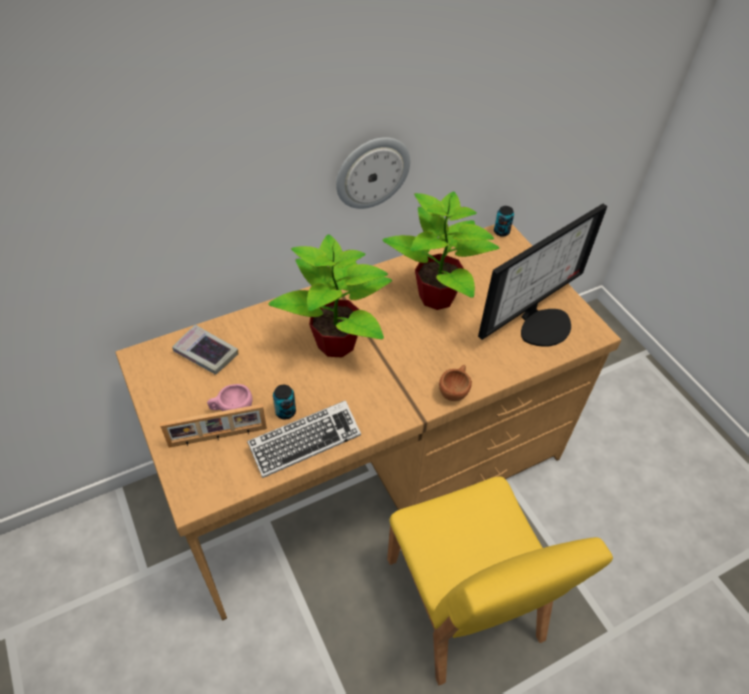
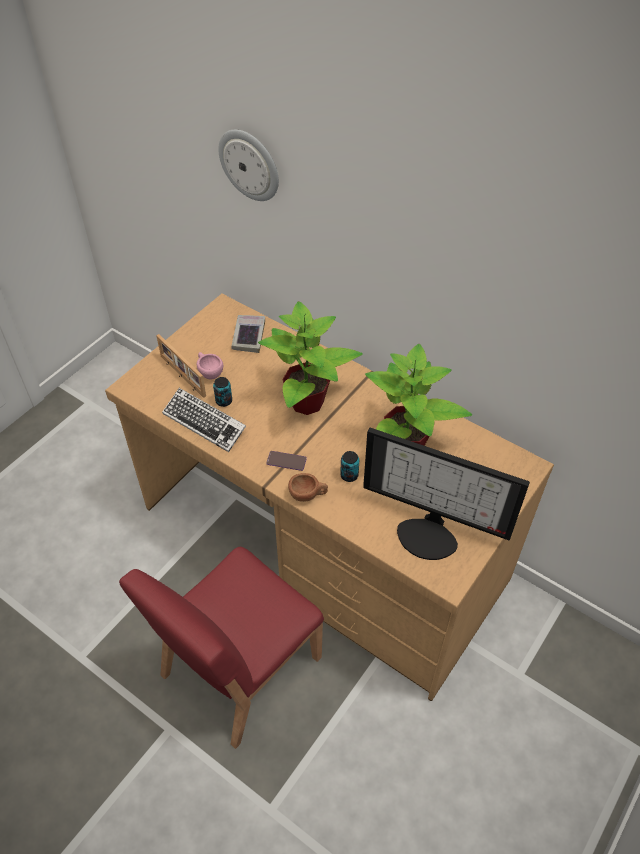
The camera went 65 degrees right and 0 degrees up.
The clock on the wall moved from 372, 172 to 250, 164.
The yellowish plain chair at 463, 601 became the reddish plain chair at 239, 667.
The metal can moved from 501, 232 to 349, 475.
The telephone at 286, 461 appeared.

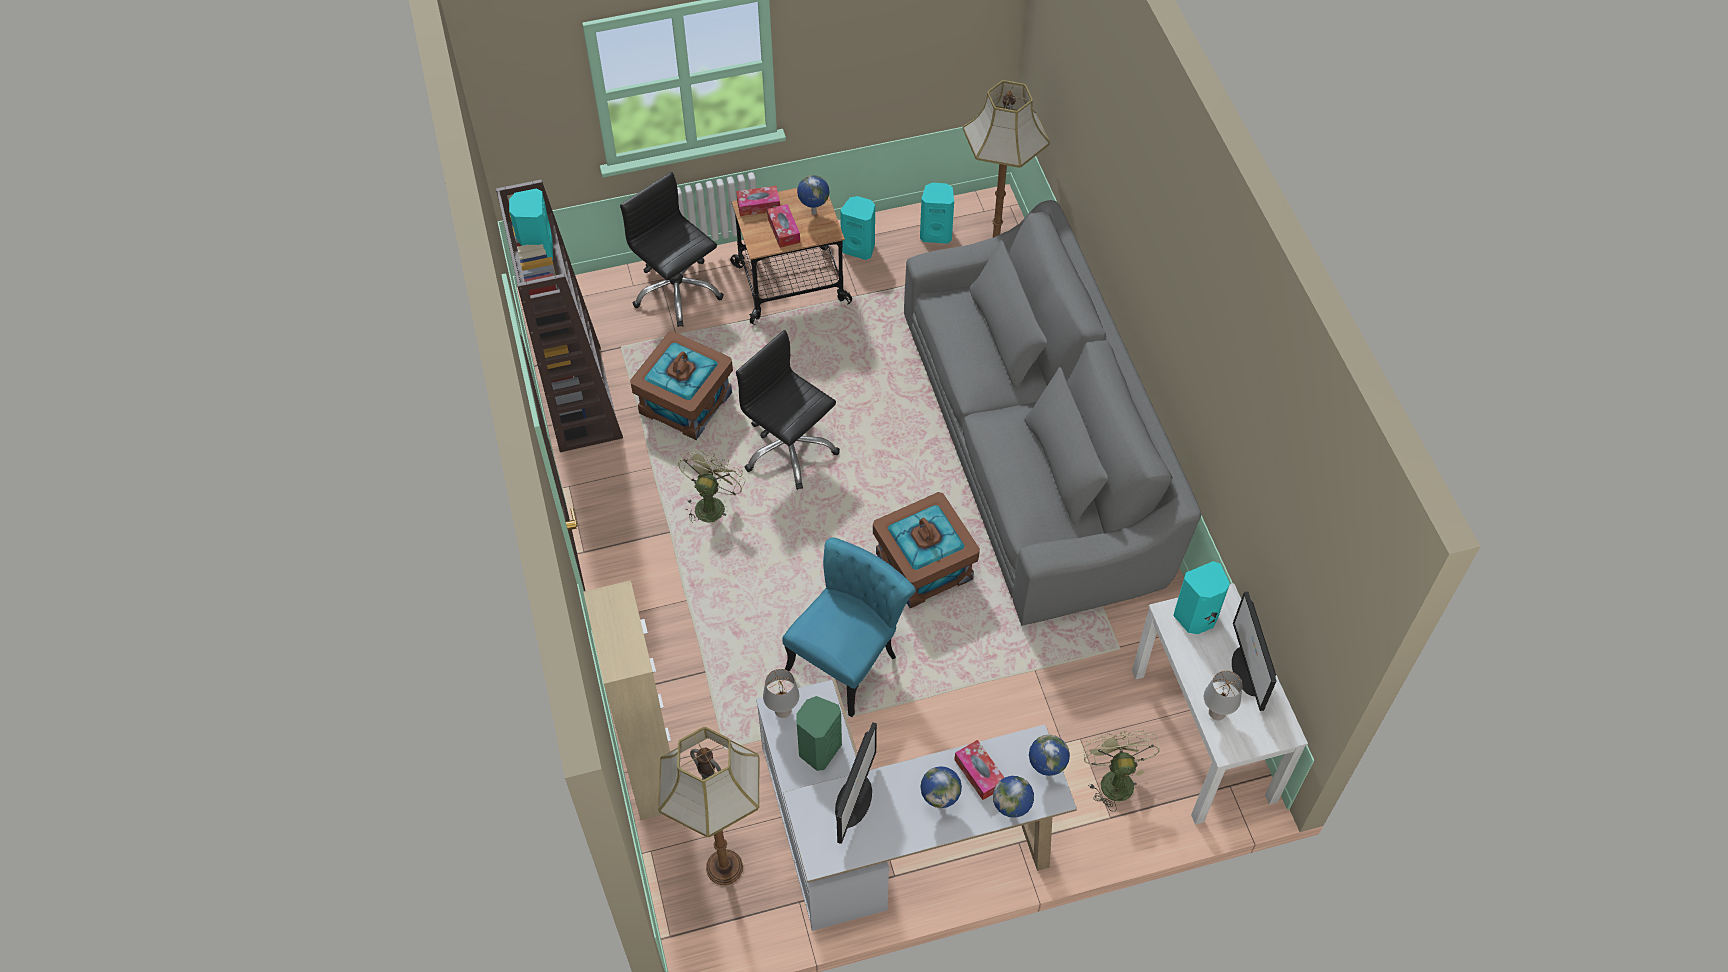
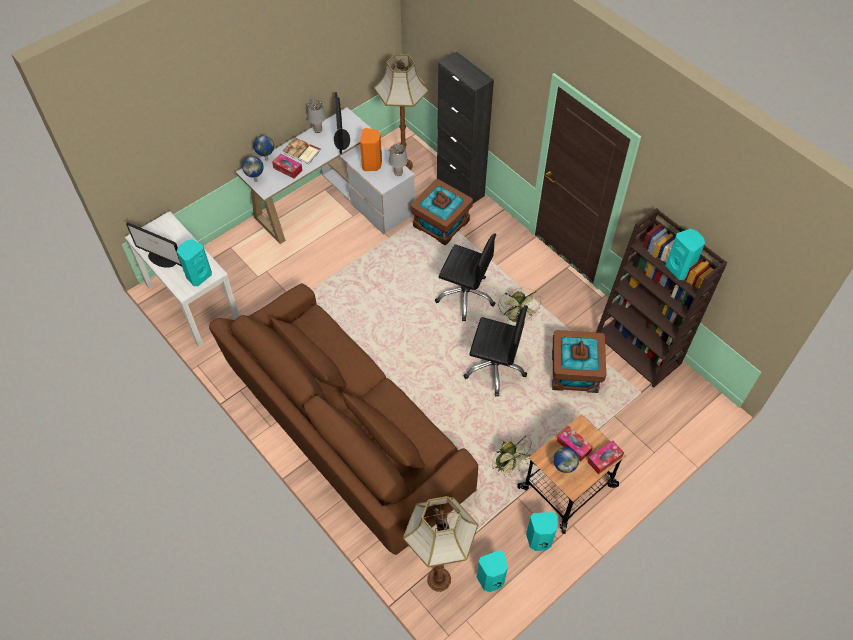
The camera went 155 degrees right and 0 degrees up.
The sand-coloured cabinet at 652, 772 became the black-coloured cabinet at 460, 187.
The black-coloured desk chair moved from 677, 291 to 465, 296.
The turquoise-coloured plain chair at 848, 656 disappeared.
The green loudspeaker at 818, 749 became the orangey loudspeaker at 372, 164.
The brownish storage container moved from 924, 567 to 441, 224.
The gray couch at 1034, 448 became the brownish couch at 345, 431.
The globe at 939, 802 was replaced by the volume at 301, 152.
The green cooling fan moved from 1114, 778 to 509, 466.
The gray lamp for a table moved from 1217, 713 to 318, 130.
The computer display at 1248, 672 turned 150 degrees clockwise.

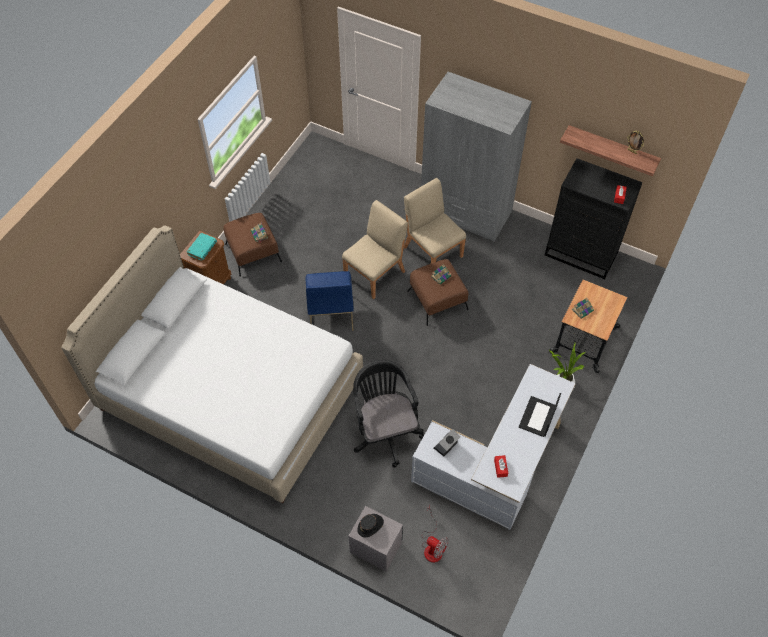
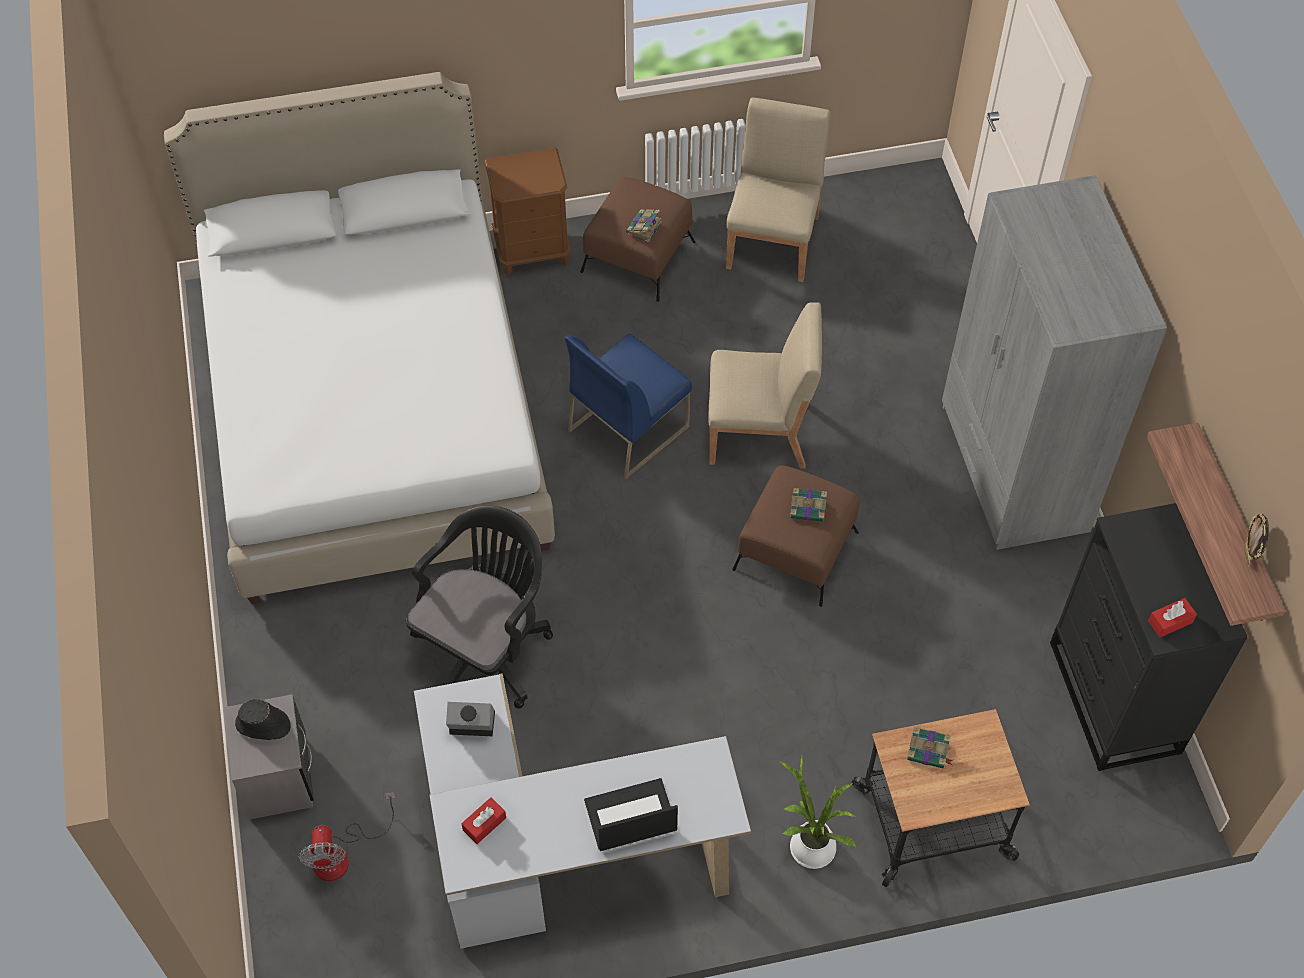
The camera went 50 degrees right and 0 degrees up.
The turquoise-coloured volume at 202, 249 disappeared.
The sand-coloured plain chair moved from 432, 251 to 773, 241.

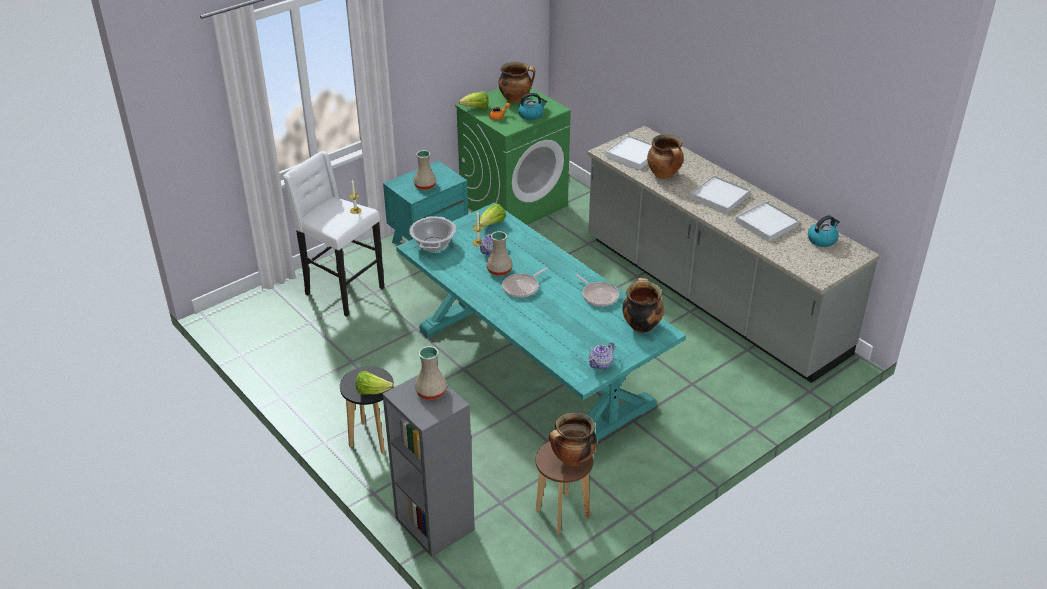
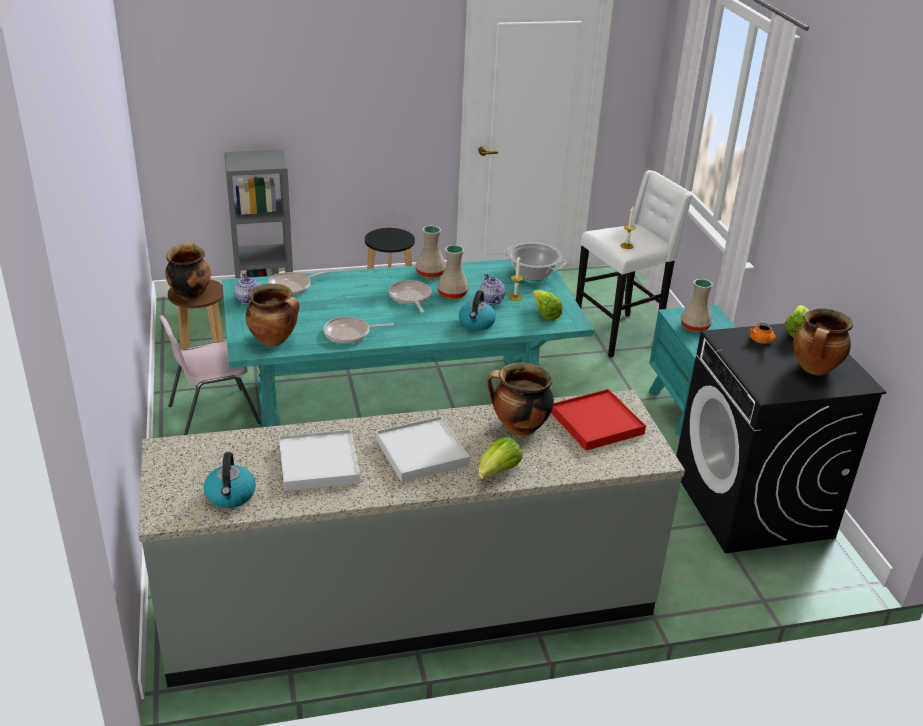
The camera went 115 degrees right and 5 degrees down.
The head of lettuce moved from 372, 391 to 498, 472.
The sand-coloured vase moved from 430, 392 to 430, 273.
The green laundry appliance at 514, 203 became the black-coloured laundry appliance at 752, 504.
The tea kettle moved from 531, 115 to 476, 323.
The whitish serving tray at 633, 154 became the reddish serving tray at 596, 423.
The pink-coloured plain chair at 212, 414 appeared.
The pan at 292, 287 appeared.

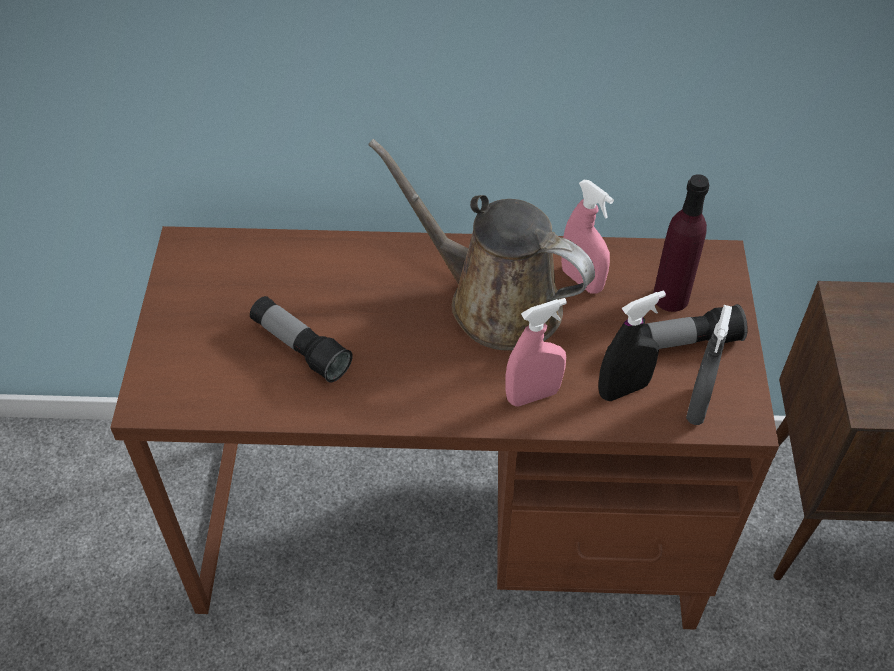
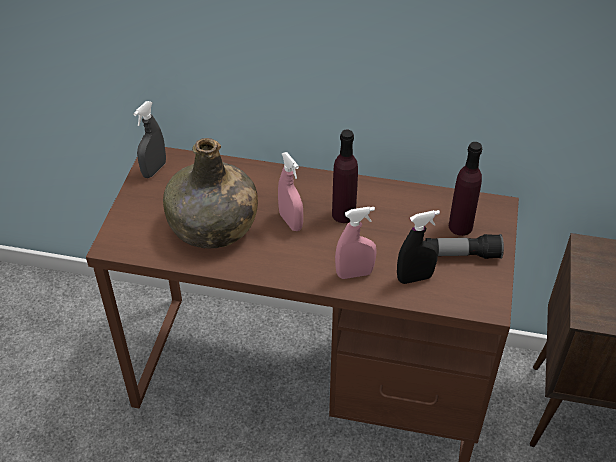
The camera went 10 degrees right and 5 degrees down.
The torch at 300, 348 was replaced by the green beverage bottle at 213, 226.
The brownish watering pot at 495, 301 was replaced by the purplish beverage bottle at 343, 214.
The pink-coloured sprayer moved from 582, 280 to 290, 222.
The gray sprayer moved from 698, 405 to 154, 170.

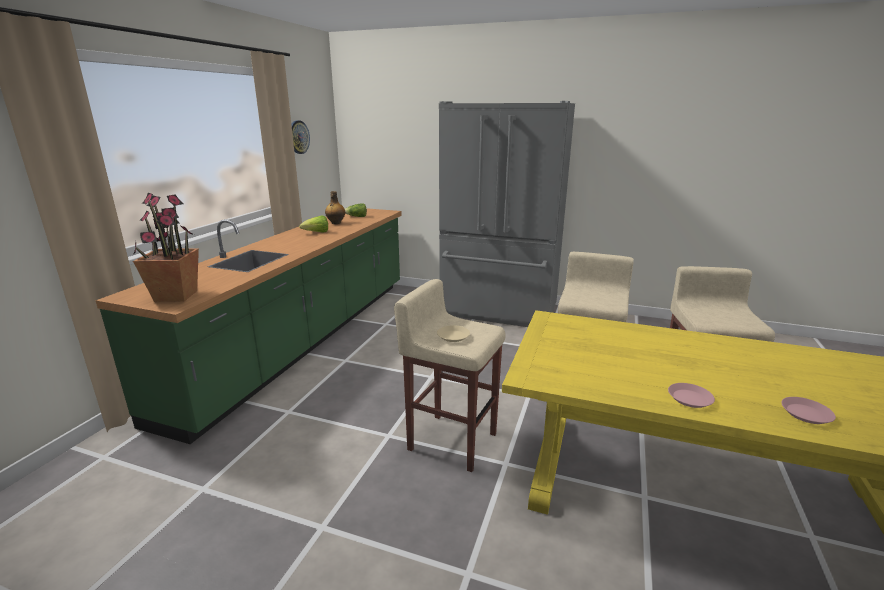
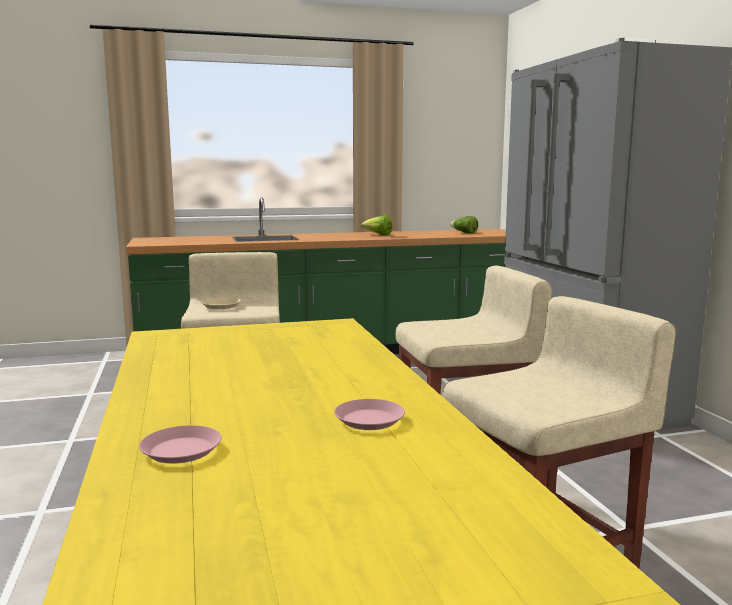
The camera went 55 degrees right and 10 degrees down.
The potted plant at 176, 296 disappeared.
The clock on the wall at 298, 137 disappeared.
The beverage bottle at 335, 223 disappeared.
The pink-coloured dinner plate moved from 689, 398 to 369, 419.

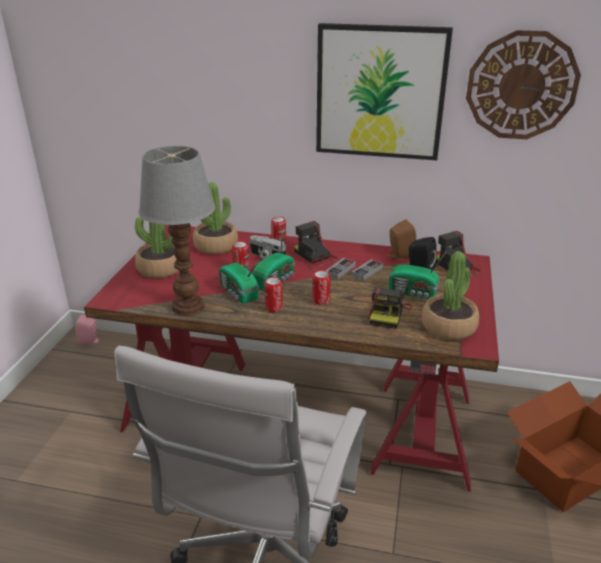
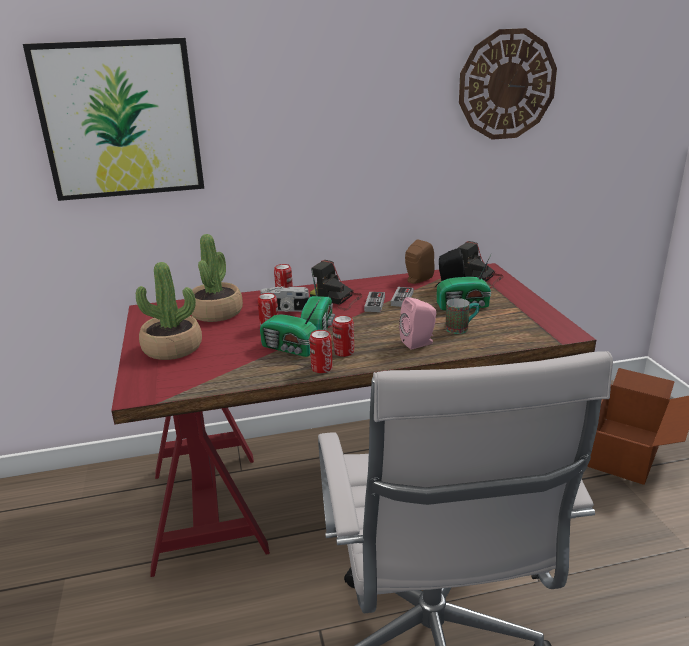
The camera went 25 degrees left and 5 degrees down.
The pink-coloured loudspeaker moved from 90, 341 to 419, 343.
The lamp for a table at 188, 308 disappeared.
The metal can moved from 321, 300 to 321, 368.
The wall picture moved from 380, 92 to 120, 120.
The still camera at 388, 314 was replaced by the tea mug at 461, 328.
The potted plant at 448, 327 disappeared.

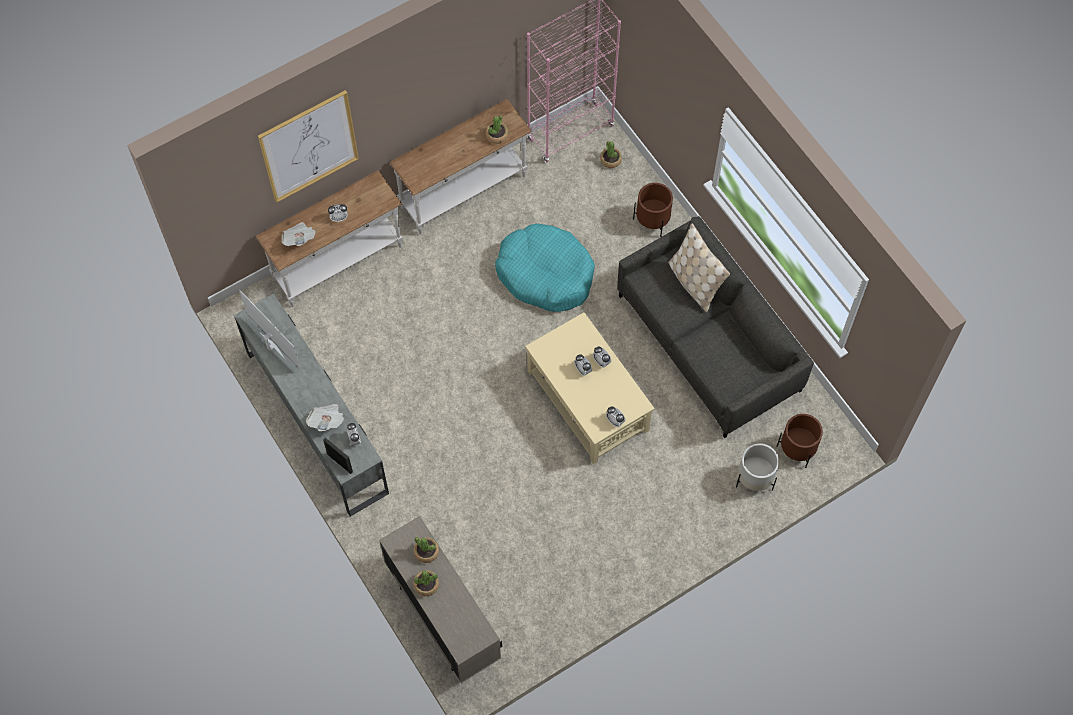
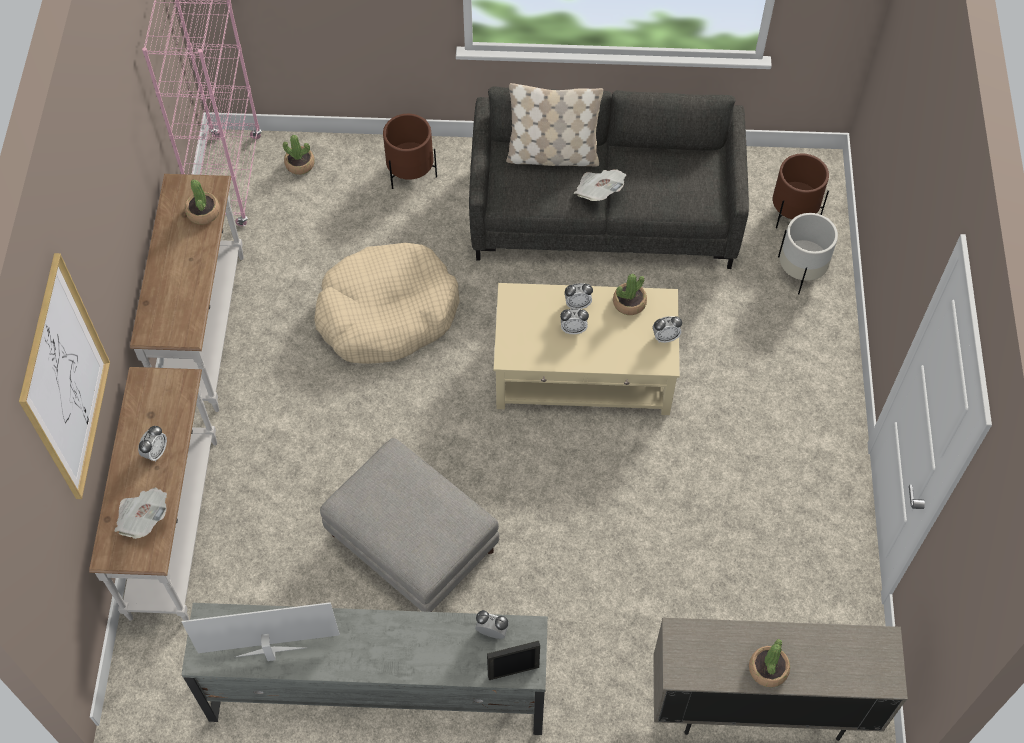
The camera went 55 degrees left and 5 degrees down.
The printed paper moved from 327, 421 to 598, 192.
The potted plant moved from 426, 551 to 629, 303.
The turquoise-coloured dog bed at 545, 274 became the sand-coloured dog bed at 387, 314.
The gray pouffe at 411, 543 appeared.

